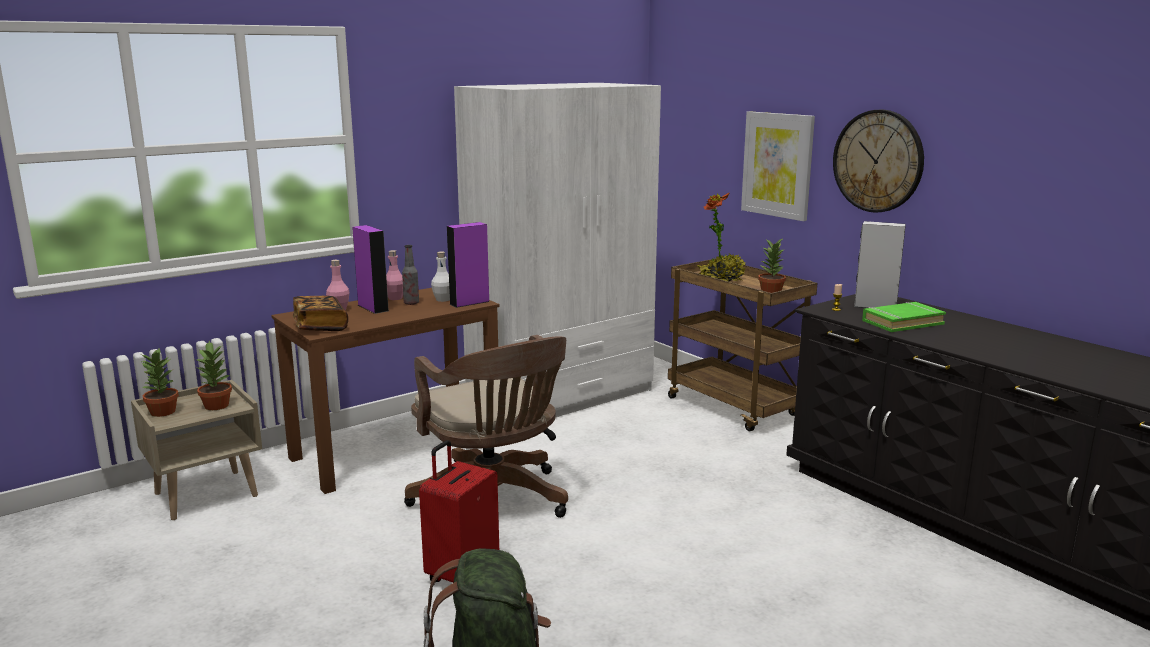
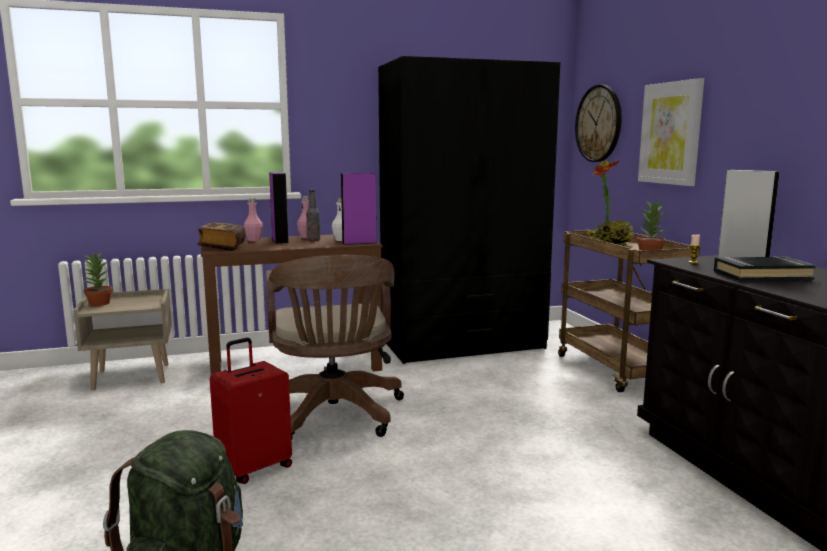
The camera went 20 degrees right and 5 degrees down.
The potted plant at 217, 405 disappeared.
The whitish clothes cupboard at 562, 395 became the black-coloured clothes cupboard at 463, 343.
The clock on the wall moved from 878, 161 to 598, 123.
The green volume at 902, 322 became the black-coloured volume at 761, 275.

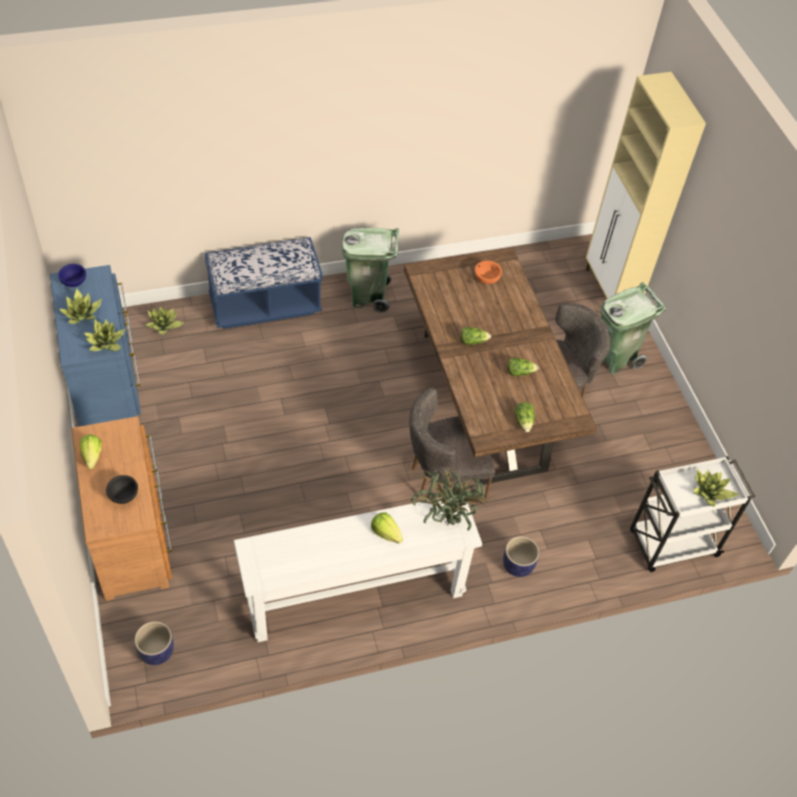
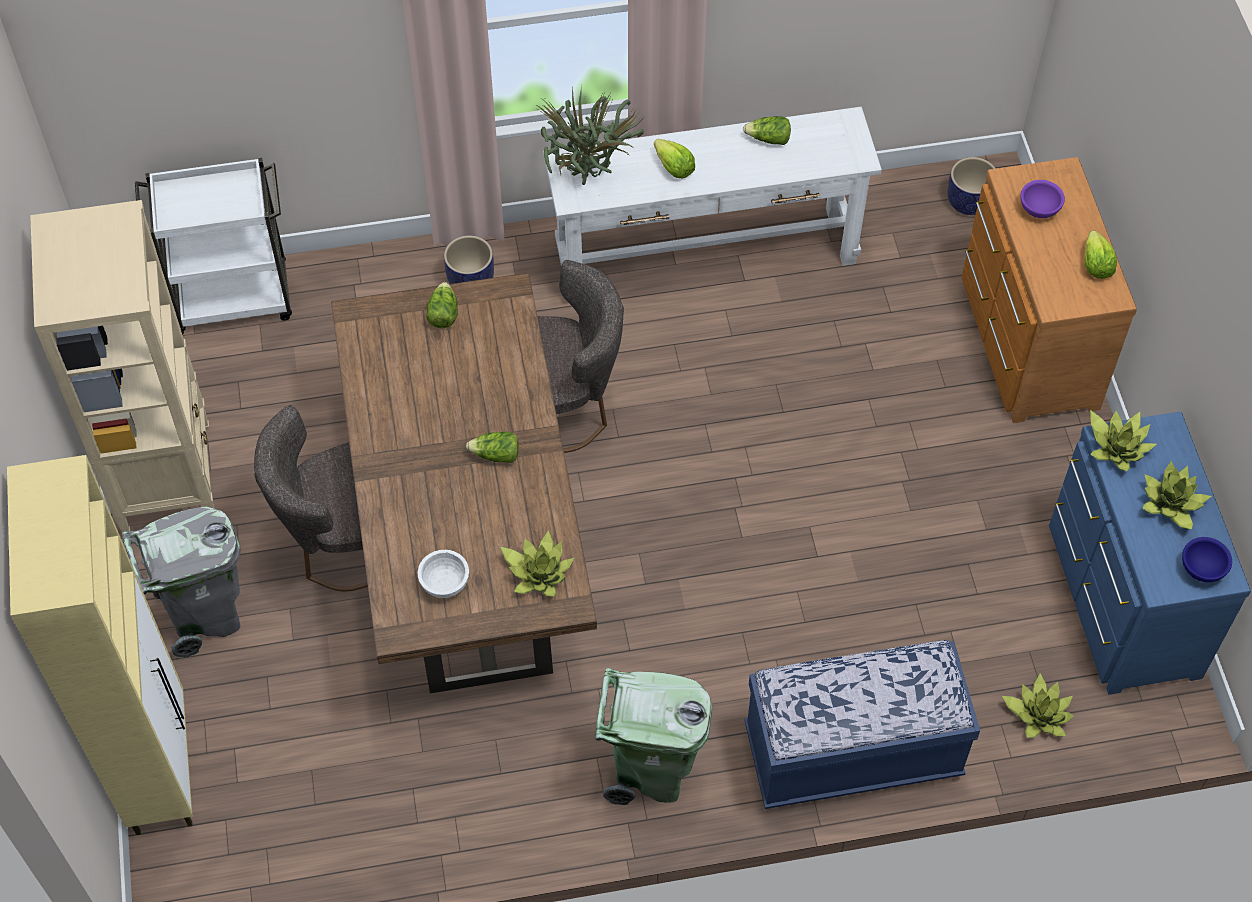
The camera went 170 degrees left and 5 degrees up.
The black-coloured serving bowl at 124, 496 became the purplish serving bowl at 1038, 209.
The orangey serving bowl at 487, 279 became the whitish serving bowl at 444, 583.
The head of lettuce moved from 520, 372 to 768, 139.
The green waste bin at 615, 357 became the gray waste bin at 205, 615.
The potted plant moved from 710, 492 to 538, 573.
The sand-coloured bookshelf at 167, 479 appeared.

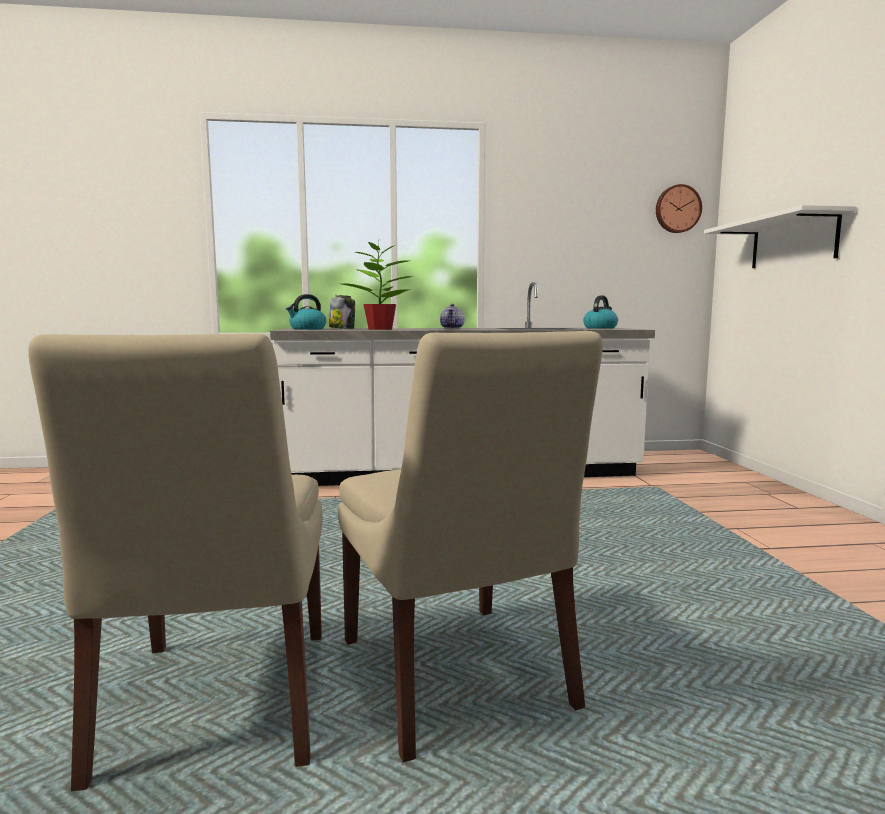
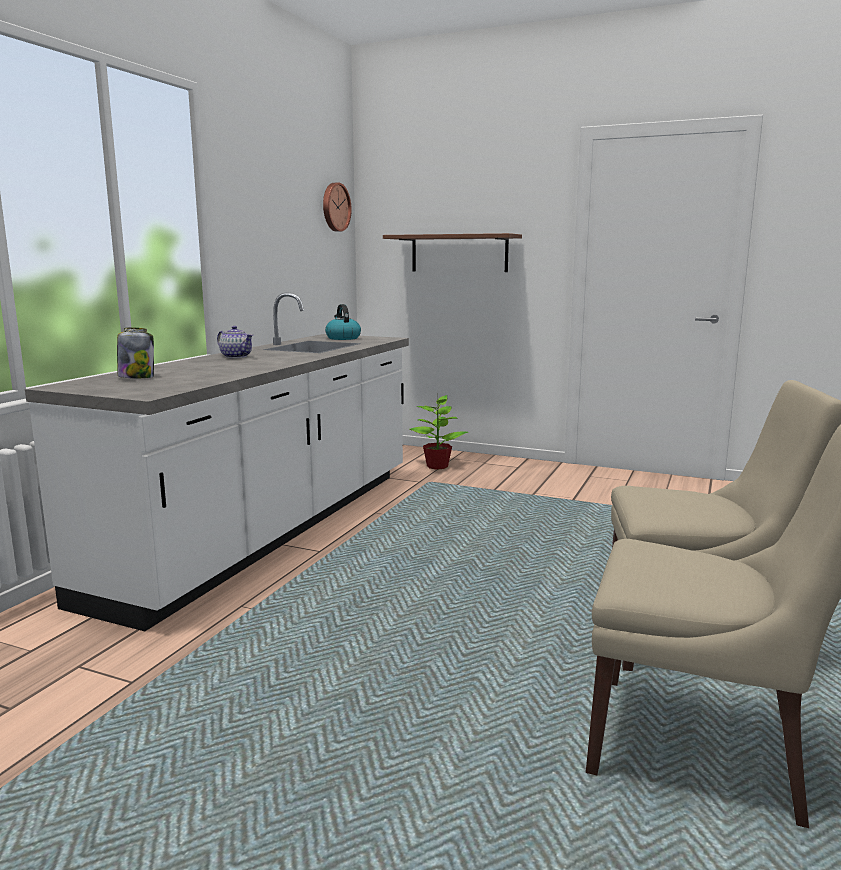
The camera went 60 degrees left and 5 degrees up.
The tea kettle at 307, 329 disappeared.
The potted plant moved from 381, 329 to 437, 466.
The whitish shelf at 793, 241 became the brownish shelf at 459, 253.

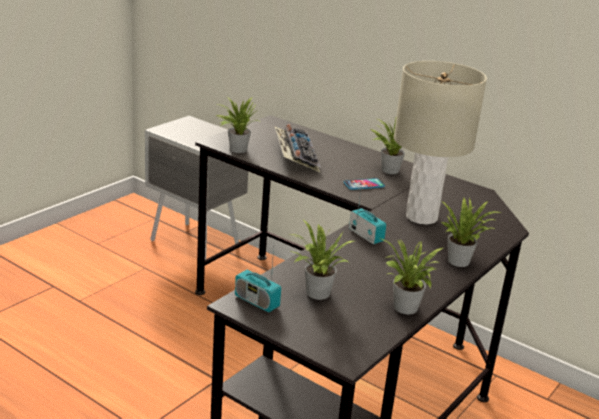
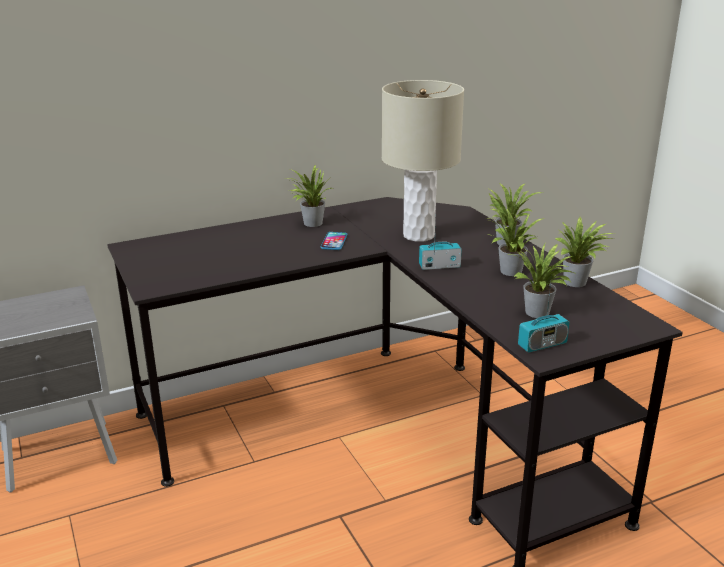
The camera went 60 degrees left and 0 degrees up.
The potted plant moved from 236, 149 to 509, 272.
The computer keyboard at 295, 155 disappeared.

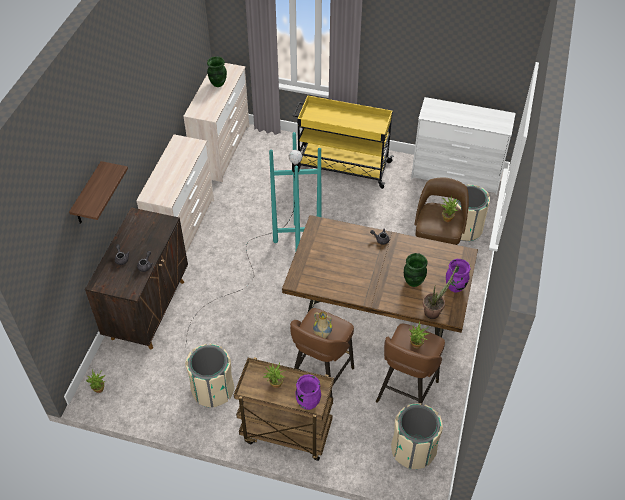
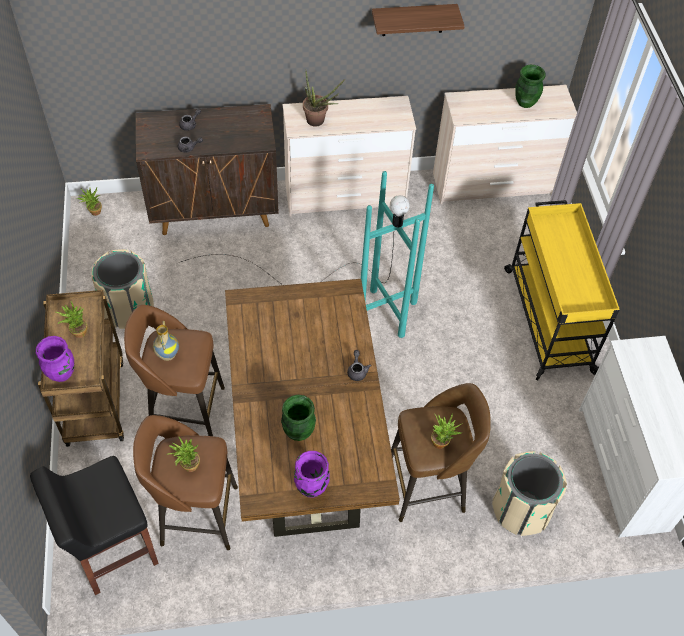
The camera went 65 degrees right and 5 degrees up.
The shelf moved from 88, 195 to 413, 20.
The sand-coloured waste bin at 413, 450 was replaced by the black-coloured sitting stool at 112, 549.
The potted plant moved from 434, 311 to 319, 121.

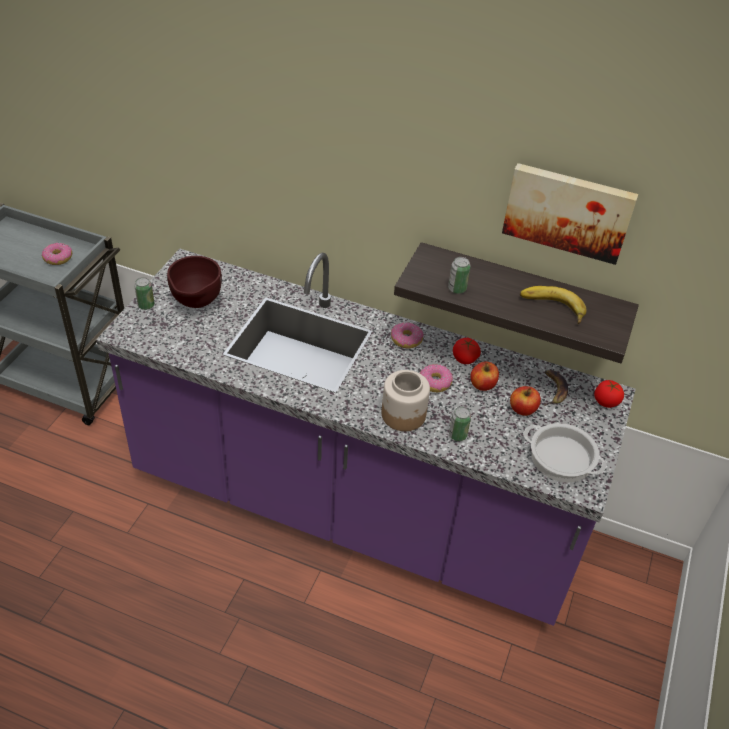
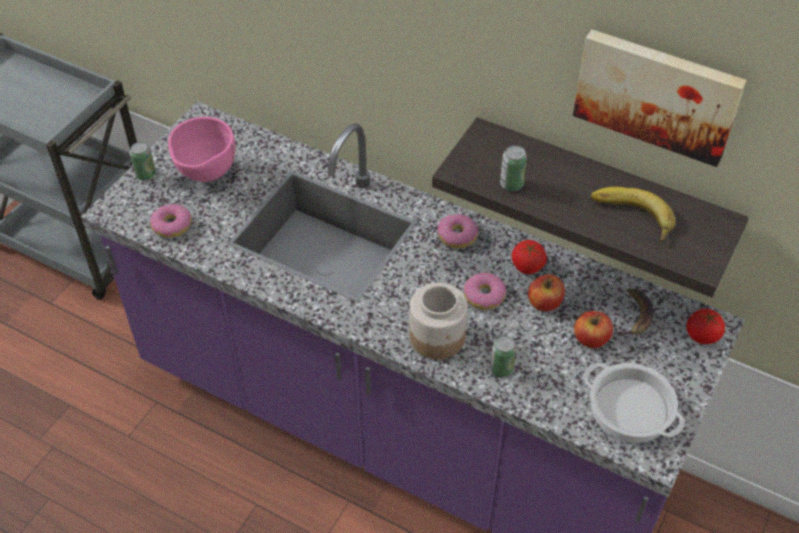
The camera went 10 degrees right and 5 degrees up.
The ring doughnut moved from 58, 258 to 171, 226.
The brownish serving bowl at 196, 304 became the pink-coloured serving bowl at 206, 176.

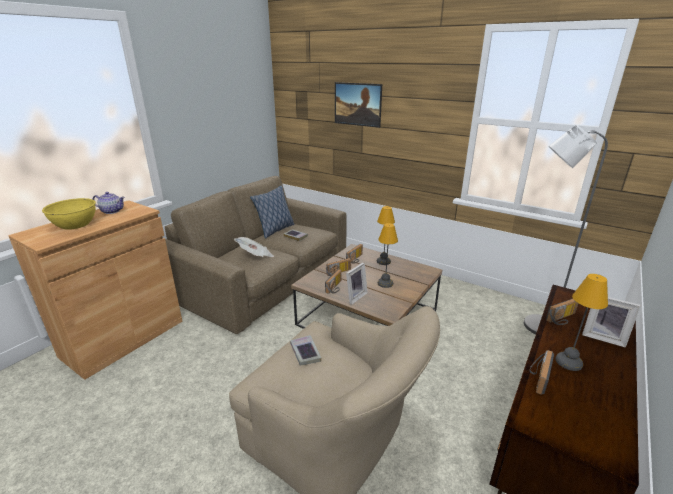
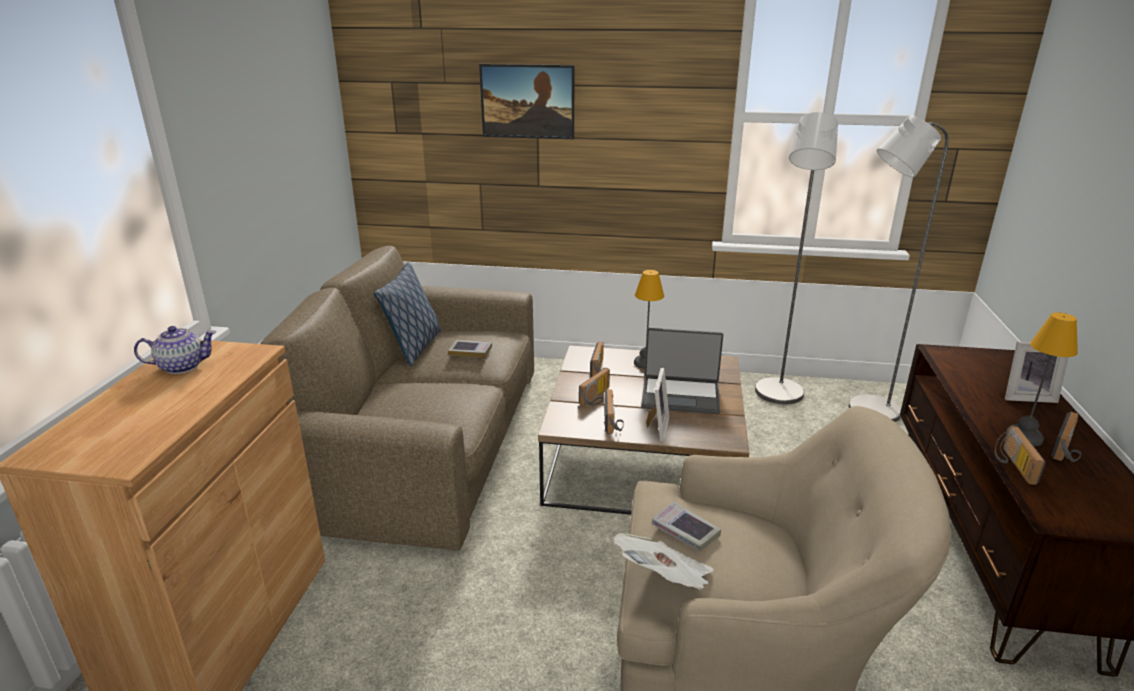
The camera went 25 degrees left and 0 degrees up.
The yellowish serving bowl at 75, 224 disappeared.
The printed paper moved from 255, 256 to 665, 581.
The lamp for a table at 385, 283 was replaced by the laptop at 680, 396.
The radio moved from 563, 319 to 1068, 450.
The gray floor lamp at 778, 397 appeared.

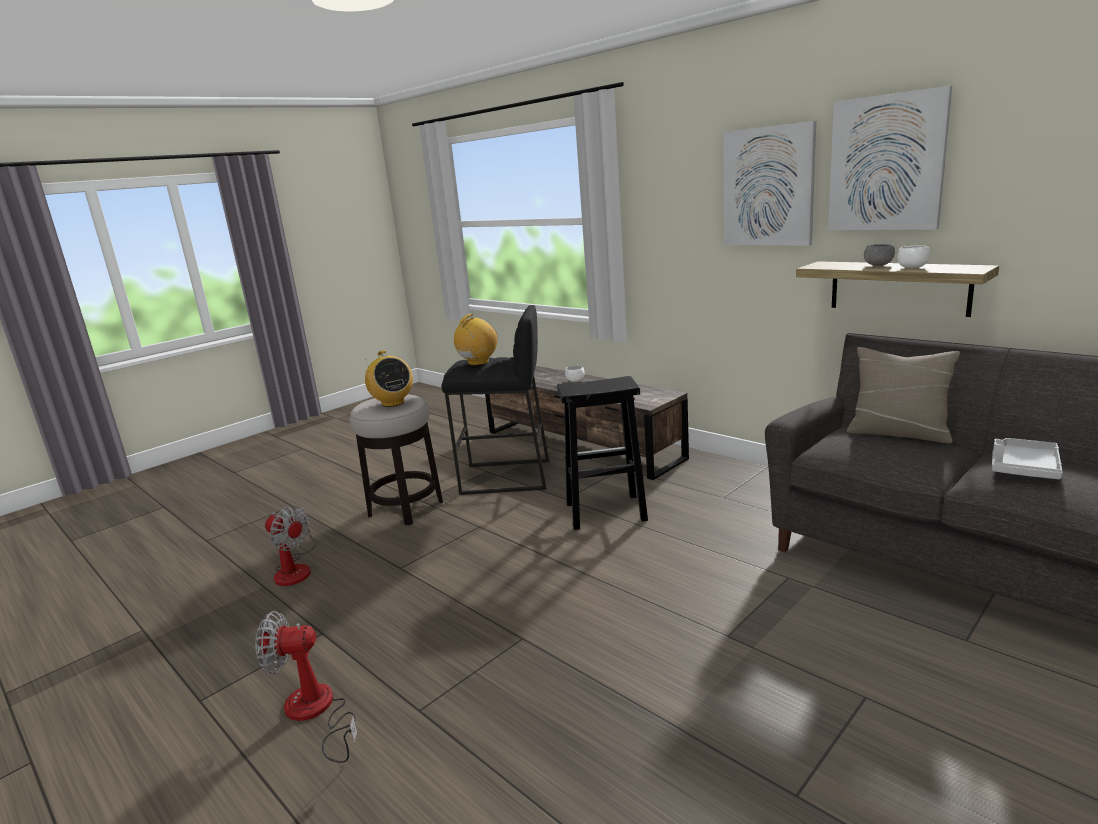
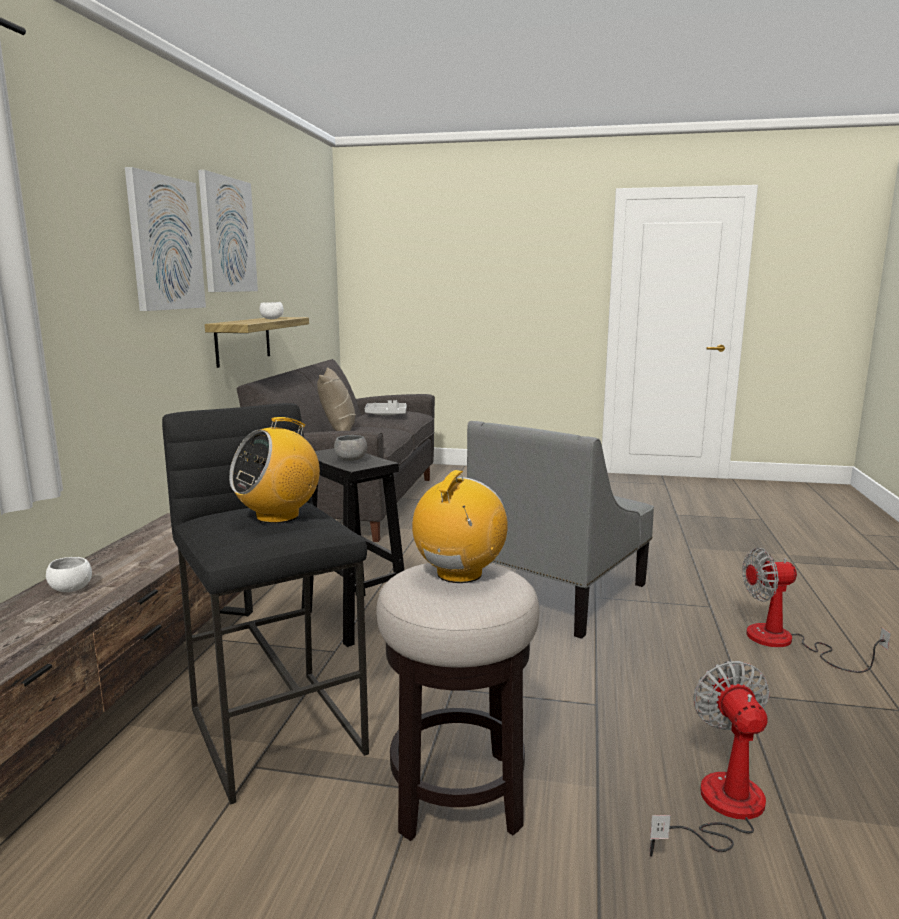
The camera went 125 degrees left and 5 degrees down.
The cooling fan at 316, 713 turned 120 degrees clockwise.
The radio at 478, 362 turned 45 degrees counterclockwise.
The gray serving bowl moved from 878, 265 to 351, 460.
The gray armchair at 559, 592 appeared.

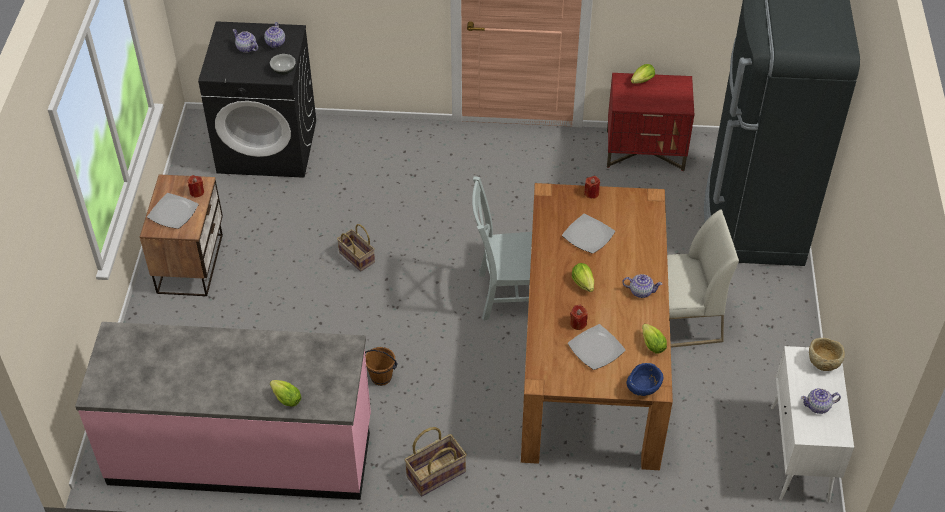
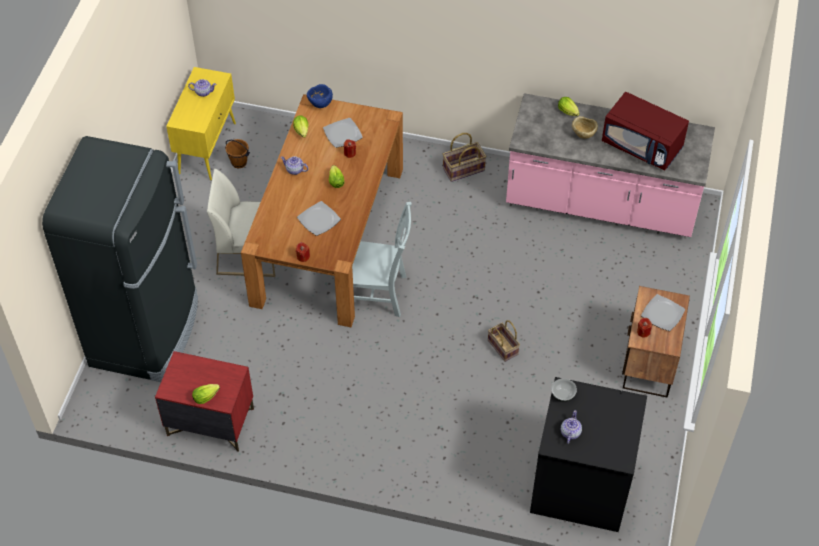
The camera went 170 degrees left and 5 degrees up.
The teapot at 246, 48 disappeared.
The brownish water bucket moved from 381, 377 to 239, 162.
The whitish cabinet at 799, 455 became the yellowish cabinet at 207, 147.
The sand-coloured serving bowl moved from 823, 363 to 583, 135.
The reddish microwave at 642, 146 appeared.

